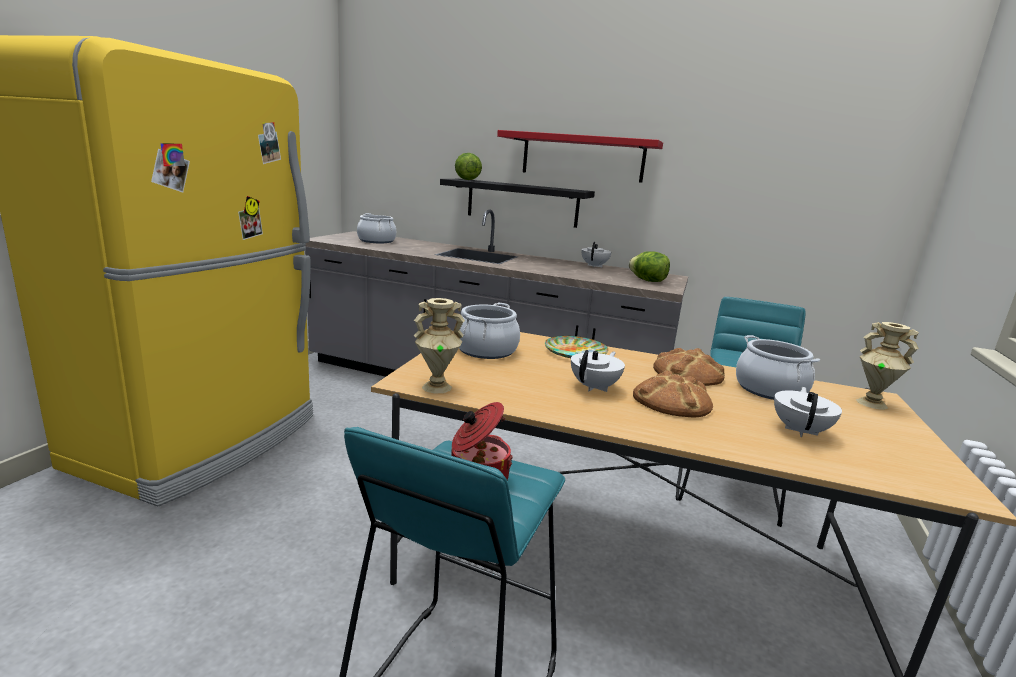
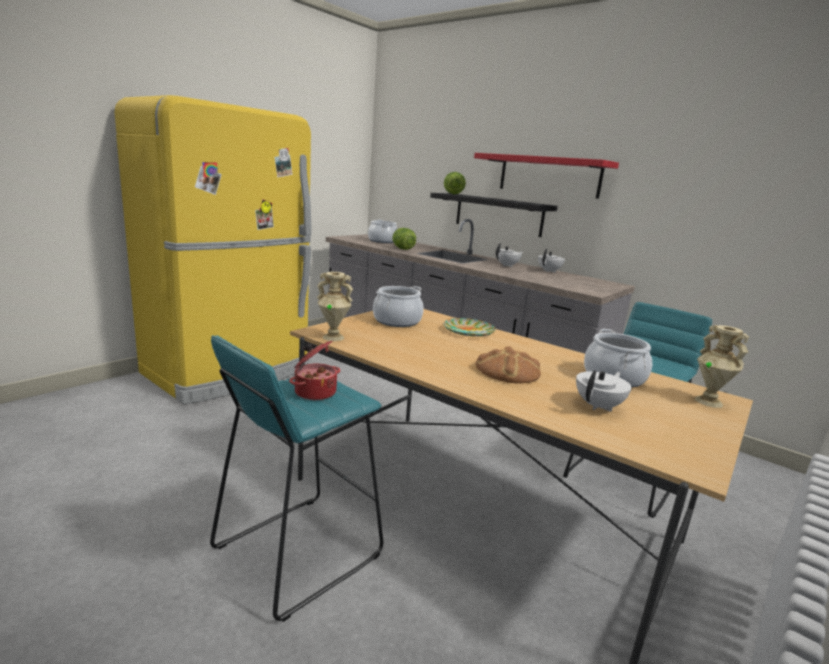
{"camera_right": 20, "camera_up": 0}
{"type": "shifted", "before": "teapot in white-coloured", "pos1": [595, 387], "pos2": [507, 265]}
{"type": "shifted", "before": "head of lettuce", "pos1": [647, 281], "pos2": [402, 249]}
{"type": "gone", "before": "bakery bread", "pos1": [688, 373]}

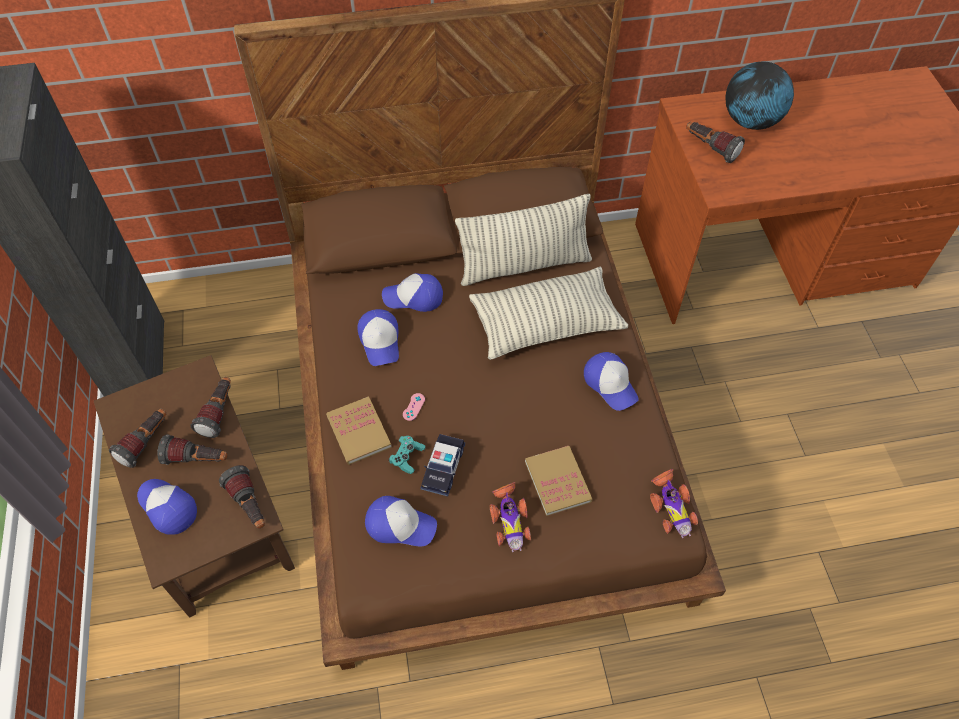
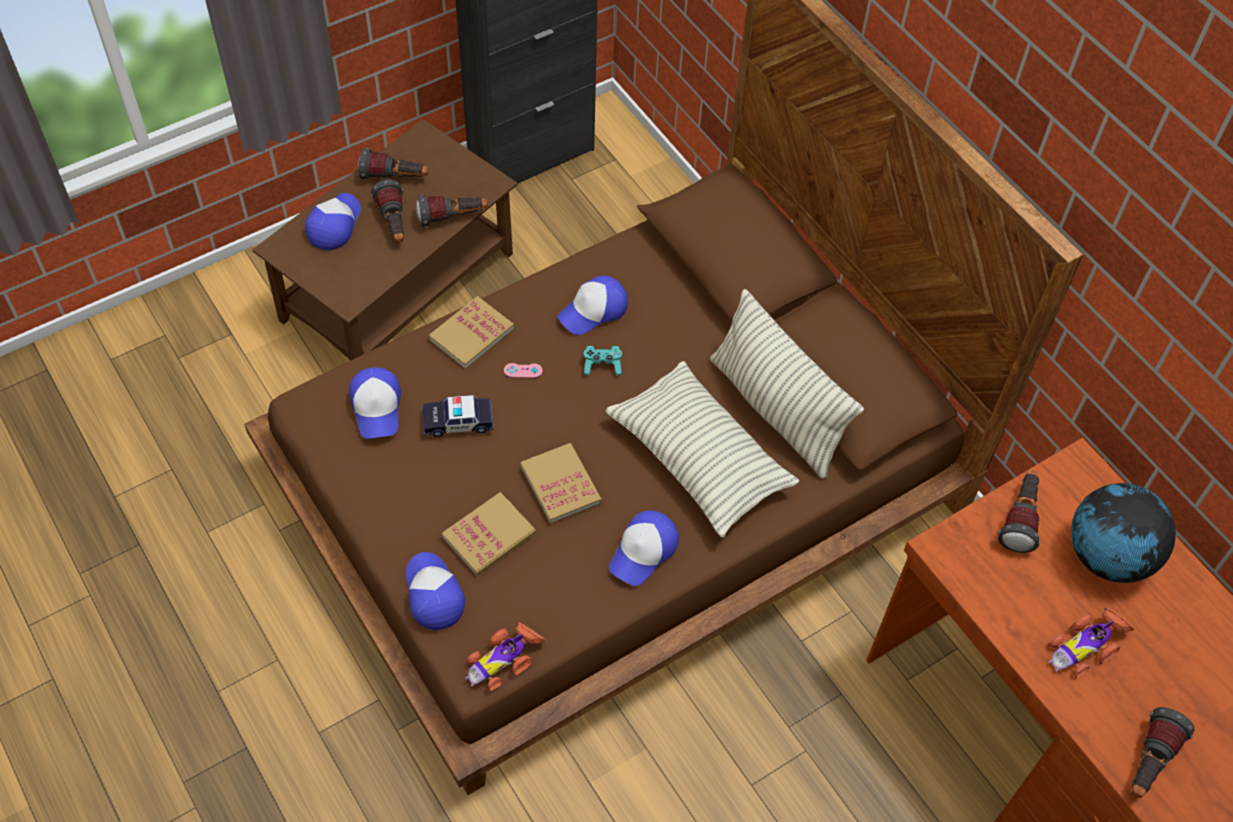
{"camera_right": 65, "camera_up": 0}
{"type": "shifted", "before": "hand torch", "pos1": [249, 505], "pos2": [1148, 763]}
{"type": "shifted", "before": "baseball cap", "pos1": [413, 297], "pos2": [433, 594]}
{"type": "shifted", "before": "joypad in turquoise", "pos1": [407, 457], "pos2": [602, 365]}
{"type": "shifted", "before": "model car", "pos1": [509, 519], "pos2": [1085, 646]}
{"type": "new", "after": "book", "pos2": [560, 485]}

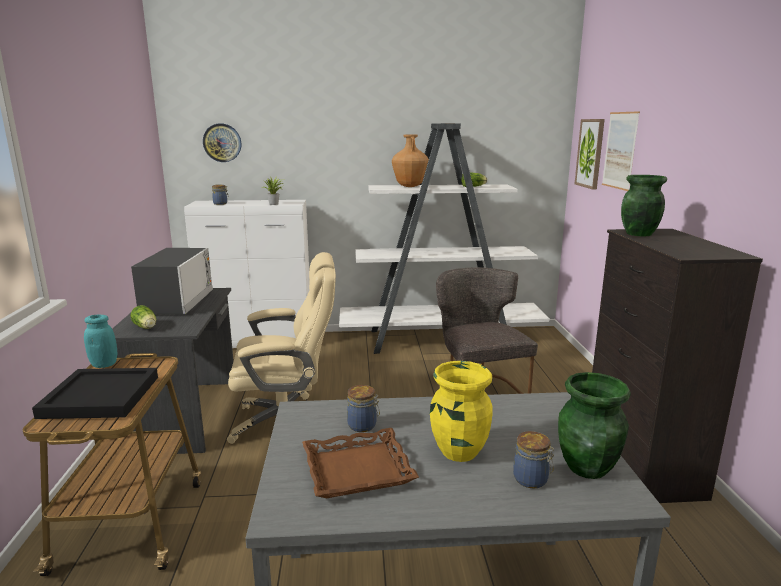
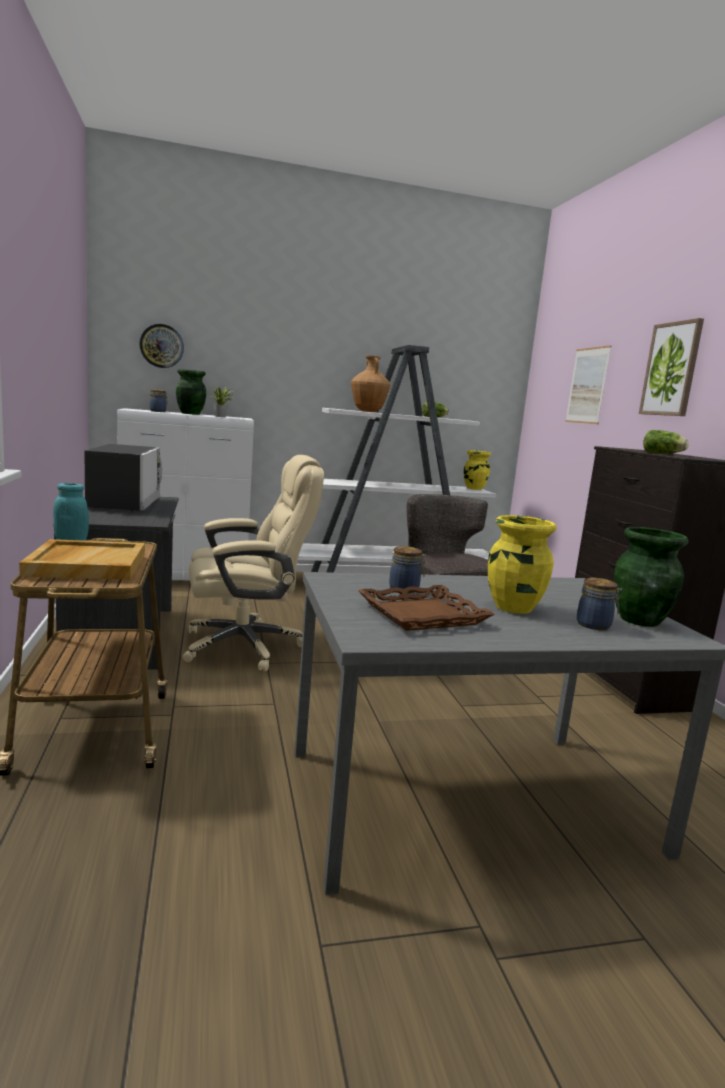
{"camera_right": -10, "camera_up": -5}
{"type": "repainted", "before": "serving tray in black-coloured", "after": "serving tray in beige-coloured", "pos1": [100, 396], "pos2": [87, 564]}
{"type": "shifted", "before": "head of lettuce", "pos1": [146, 327], "pos2": [663, 453]}
{"type": "shifted", "before": "wall picture", "pos1": [590, 153], "pos2": [671, 369]}
{"type": "shifted", "before": "vase in green-coloured", "pos1": [639, 234], "pos2": [190, 413]}
{"type": "new", "after": "vase in yellow-coloured", "pos2": [474, 488]}

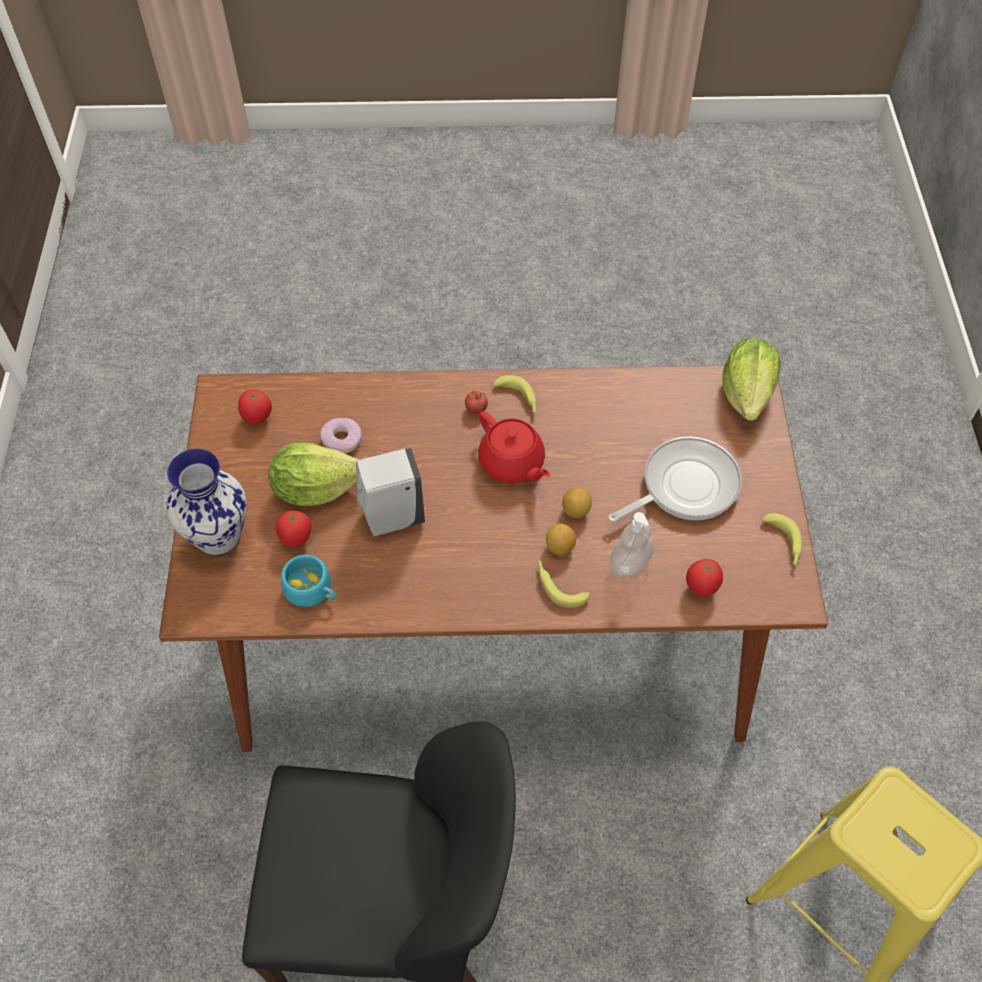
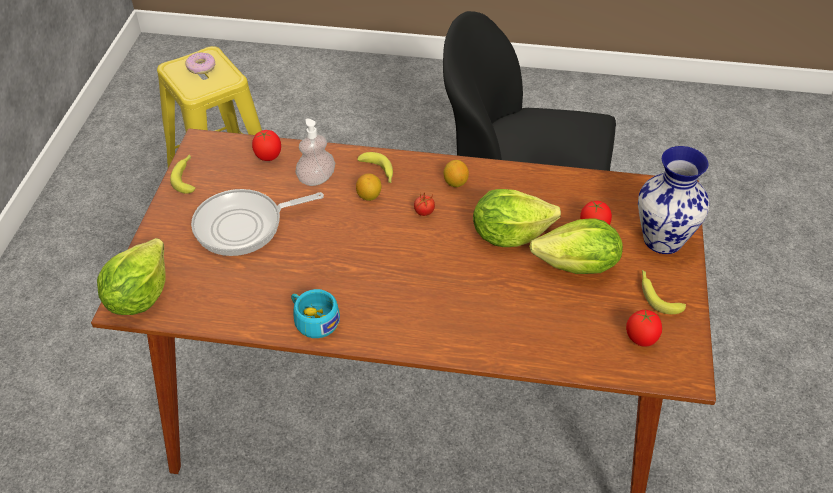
{"camera_right": -170, "camera_up": -10}
{"type": "shifted", "before": "drinking cup in turquoise", "pos1": [313, 591], "pos2": [313, 320]}
{"type": "shifted", "before": "doughnut", "pos1": [342, 439], "pos2": [201, 67]}
{"type": "swapped", "before": "liquid soap bottle in white-coloured", "after": "head of lettuce", "pos1": [390, 518], "pos2": [509, 235]}
{"type": "shifted", "before": "whole tomato", "pos1": [476, 409], "pos2": [424, 212]}
{"type": "gone", "before": "teapot in reddish", "pos1": [512, 463]}
{"type": "shifted", "before": "whole banana", "pos1": [519, 399], "pos2": [657, 295]}
{"type": "shifted", "before": "whole lemon", "pos1": [576, 510], "pos2": [455, 183]}

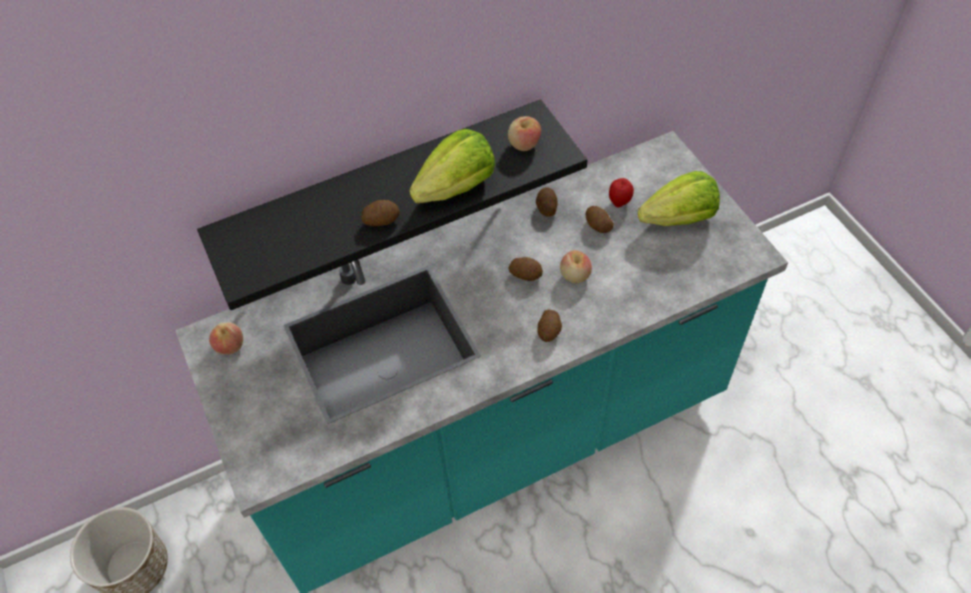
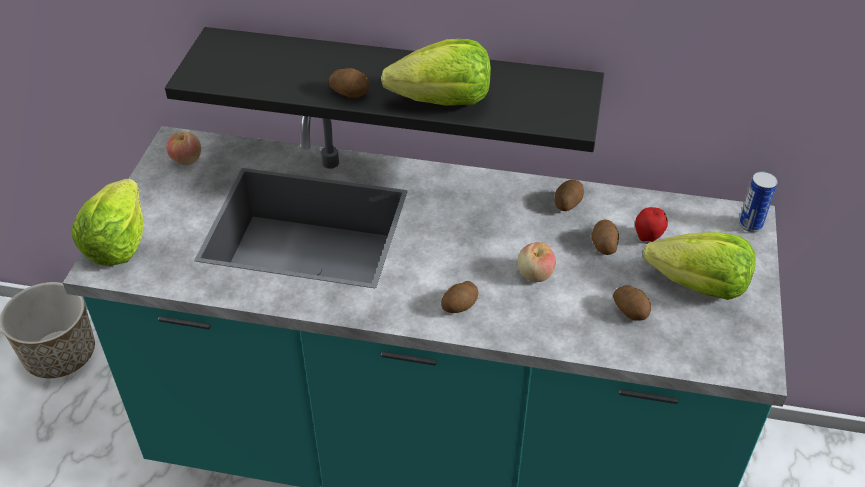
{"camera_right": 35, "camera_up": -10}
{"type": "gone", "before": "whole apple", "pos1": [524, 144]}
{"type": "shifted", "before": "whole potato", "pos1": [526, 274], "pos2": [631, 310]}
{"type": "new", "after": "head of lettuce", "pos2": [118, 243]}
{"type": "new", "after": "metal can", "pos2": [750, 225]}

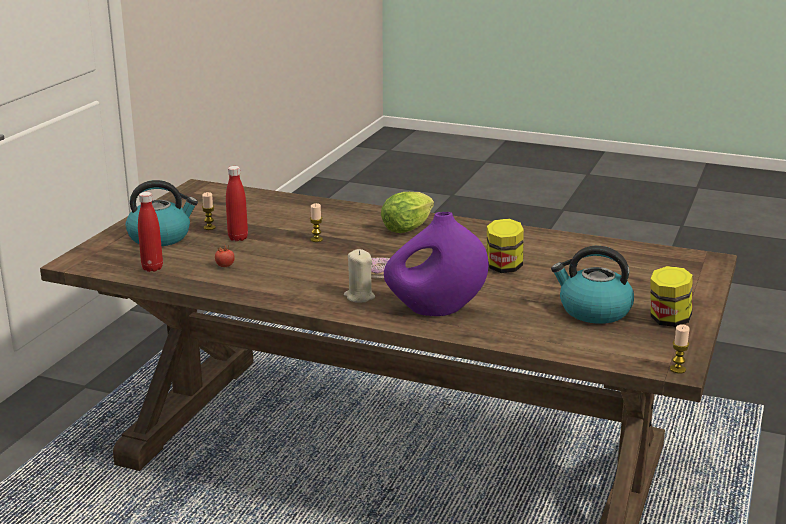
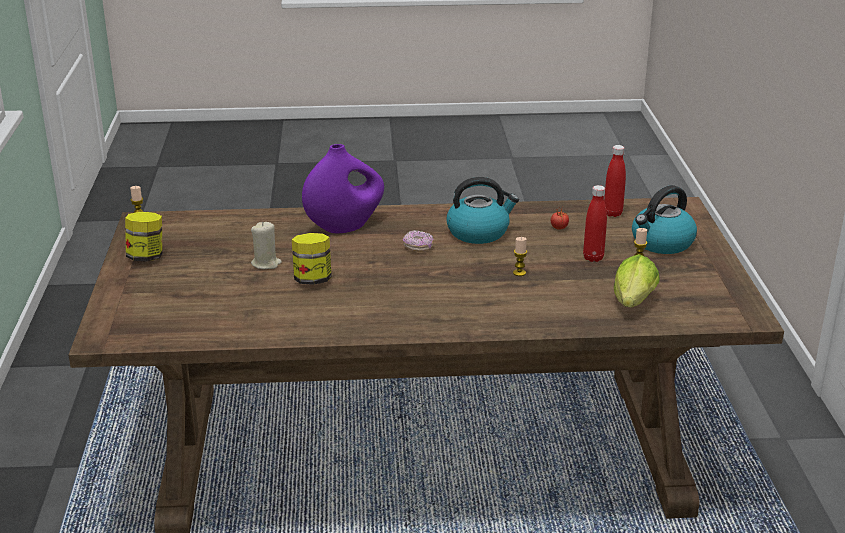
{"camera_right": 155, "camera_up": 5}
{"type": "shifted", "before": "wax light in beige-coloured", "pos1": [359, 296], "pos2": [266, 264]}
{"type": "shifted", "before": "head of lettuce", "pos1": [409, 228], "pos2": [632, 304]}
{"type": "shifted", "before": "kettle", "pos1": [593, 311], "pos2": [479, 232]}

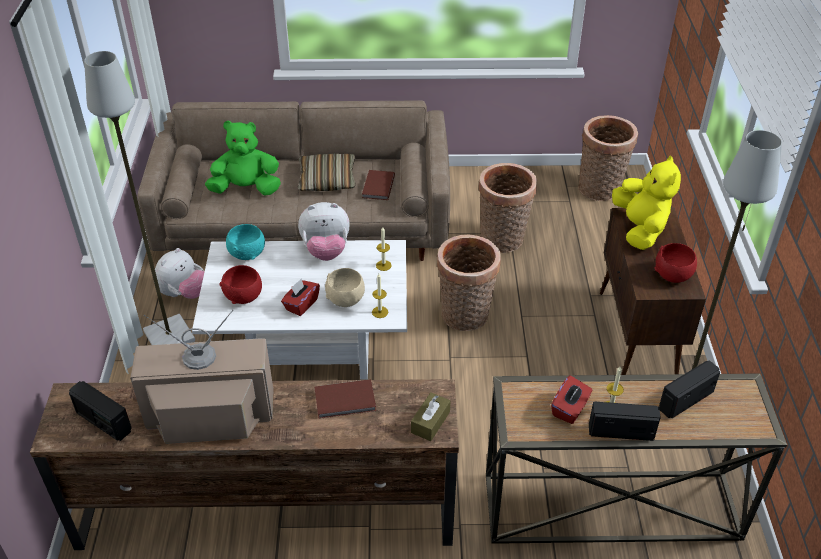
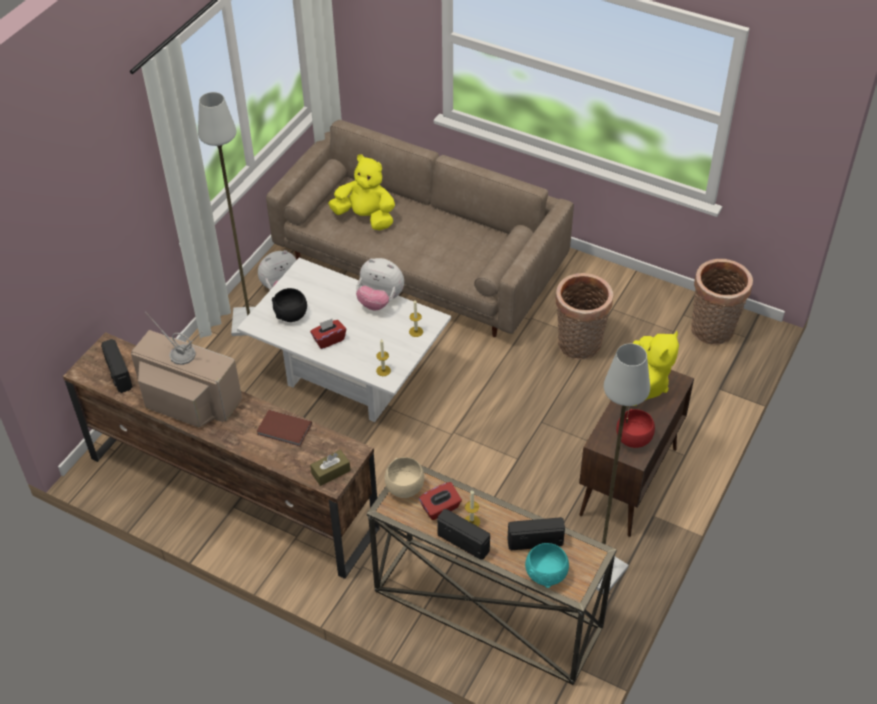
{"camera_right": 30, "camera_up": 5}
{"type": "repainted", "before": "soft toy in green-coloured", "after": "soft toy in yellow-coloured", "pos1": [246, 189], "pos2": [366, 217]}
{"type": "repainted", "before": "deep dish in reddish", "after": "deep dish in black-coloured", "pos1": [244, 297], "pos2": [291, 315]}
{"type": "shifted", "before": "deep dish in turquoise", "pos1": [247, 254], "pos2": [547, 574]}
{"type": "gone", "before": "pillow", "pos1": [327, 180]}
{"type": "shifted", "before": "deep dish in beige-coloured", "pos1": [346, 300], "pos2": [405, 488]}
{"type": "gone", "before": "book in brown-coloured", "pos1": [377, 187]}
{"type": "gone", "before": "storage basket", "pos1": [465, 317]}

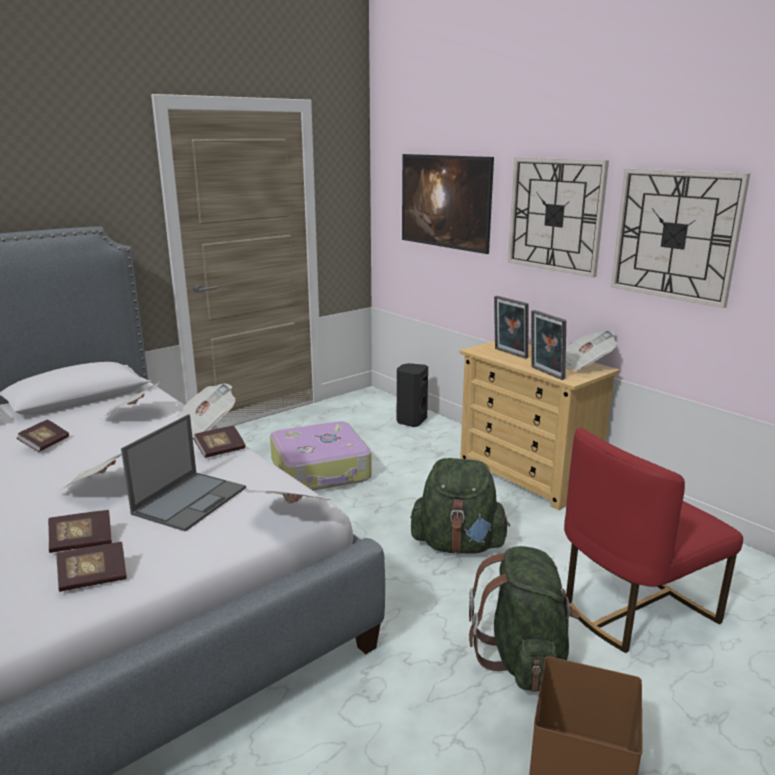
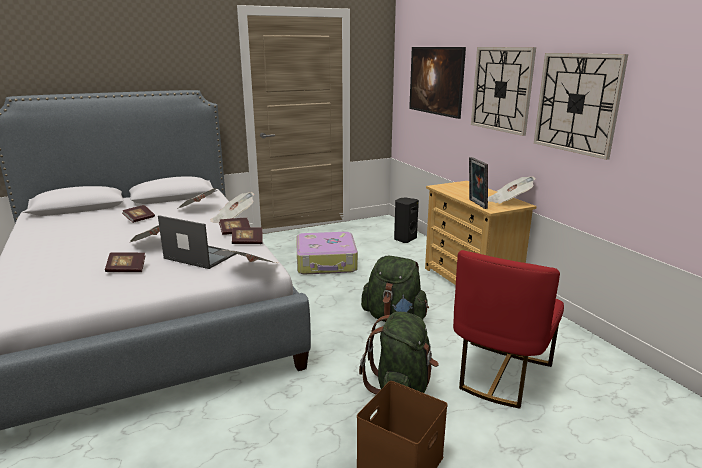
{"camera_right": 15, "camera_up": 0}
{"type": "shifted", "before": "book", "pos1": [93, 578], "pos2": [247, 242]}
{"type": "rotated", "before": "portable computer", "pos1": [190, 500], "pos2": [200, 256], "turn": -105}
{"type": "gone", "before": "standing frame", "pos1": [509, 353]}
{"type": "rotated", "before": "upright chair in reddish", "pos1": [633, 608], "pos2": [499, 374], "turn": -45}

